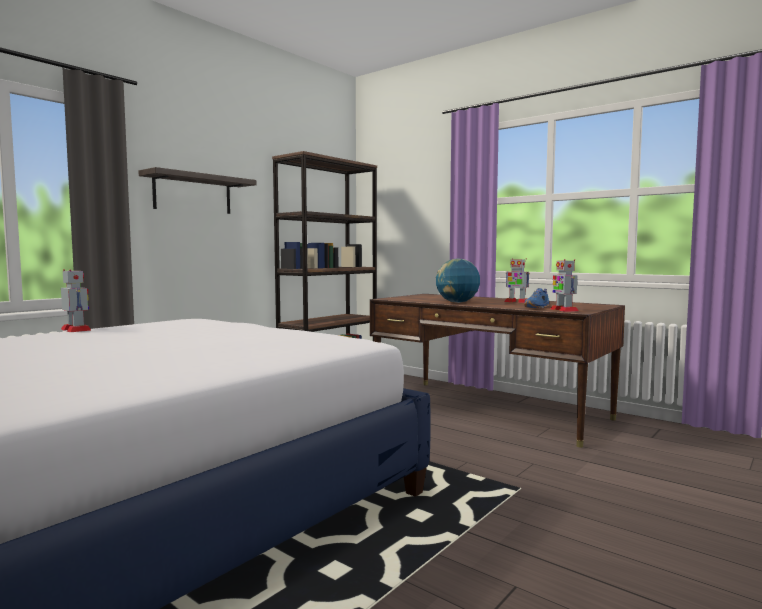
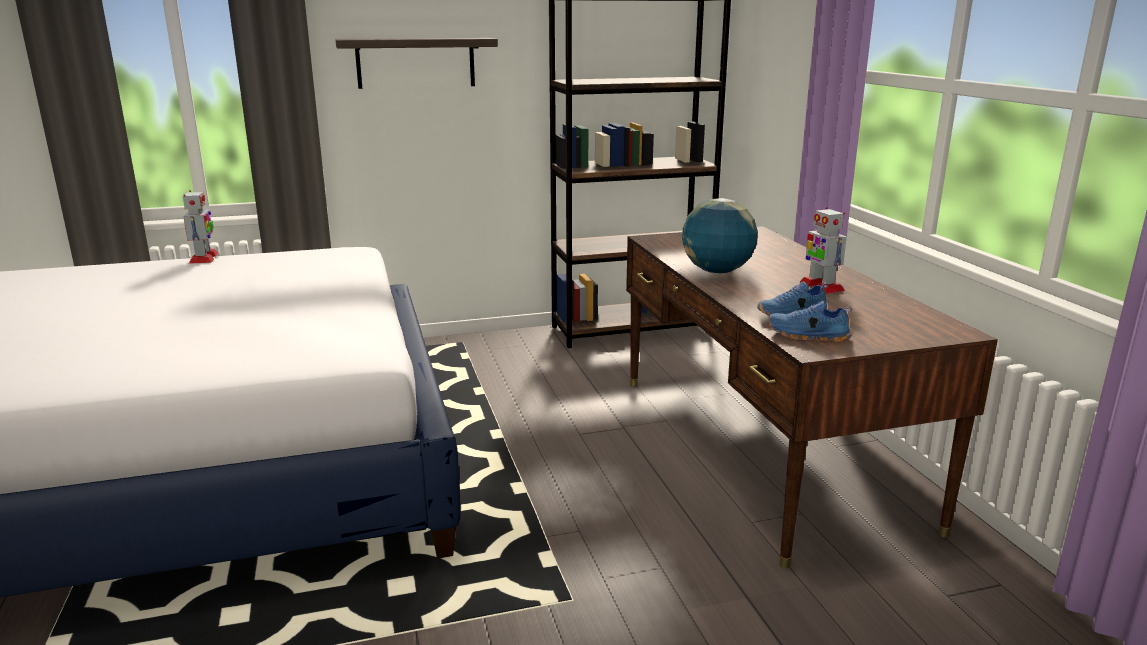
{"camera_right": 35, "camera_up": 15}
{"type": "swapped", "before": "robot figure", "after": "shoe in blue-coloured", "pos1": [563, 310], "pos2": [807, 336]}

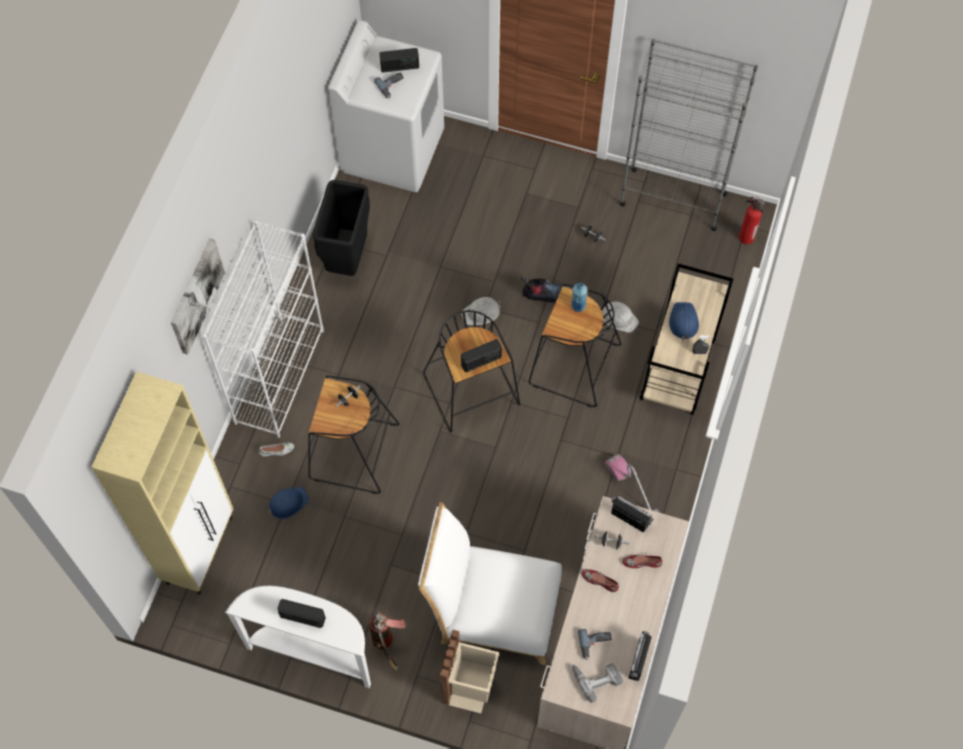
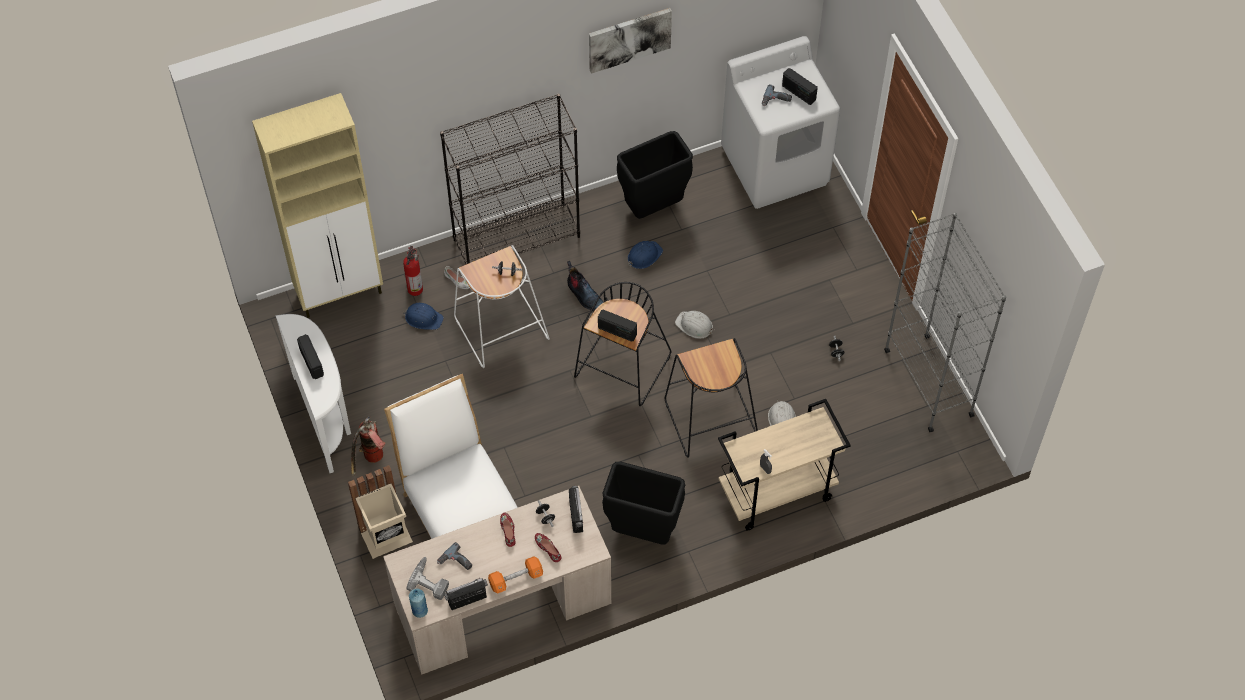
{"camera_right": 50, "camera_up": -5}
{"type": "shifted", "before": "wall picture", "pos1": [196, 296], "pos2": [629, 39]}
{"type": "repainted", "before": "shelving unit in white-coloured", "after": "shelving unit in black-coloured", "pos1": [279, 376], "pos2": [517, 237]}
{"type": "repainted", "before": "stool in black-coloured", "after": "stool in white-coloured", "pos1": [352, 452], "pos2": [500, 328]}
{"type": "shifted", "before": "tall boot", "pos1": [545, 294], "pos2": [584, 295]}
{"type": "shifted", "before": "beverage bottle in blue-coloured", "pos1": [578, 306], "pos2": [419, 610]}
{"type": "swapped", "before": "vacuum", "after": "waste bin in black-coloured", "pos1": [632, 489], "pos2": [642, 532]}
{"type": "shifted", "before": "work helmet in blue-coloured", "pos1": [683, 321], "pos2": [644, 255]}
{"type": "shifted", "before": "extinguisher", "pos1": [745, 237], "pos2": [415, 288]}
{"type": "new", "after": "hand weight in orangey", "pos2": [516, 579]}

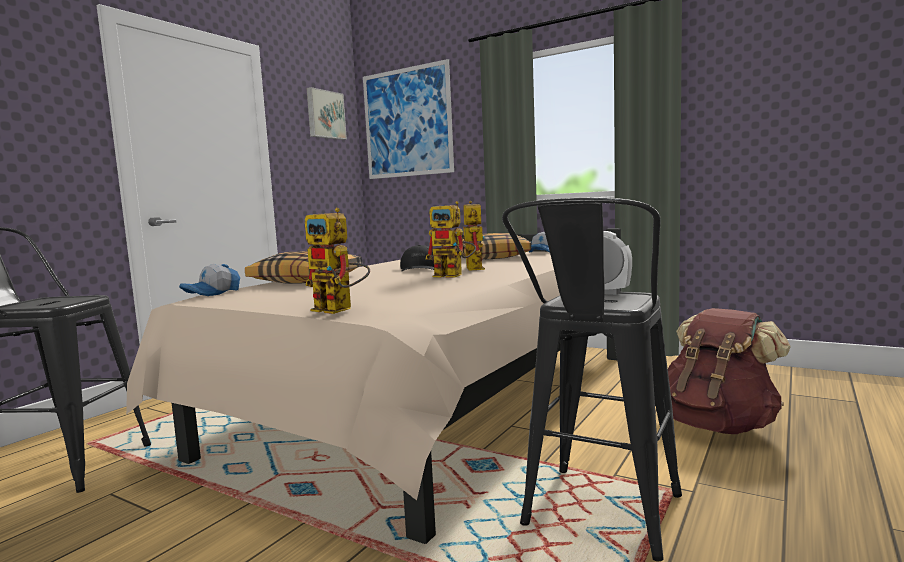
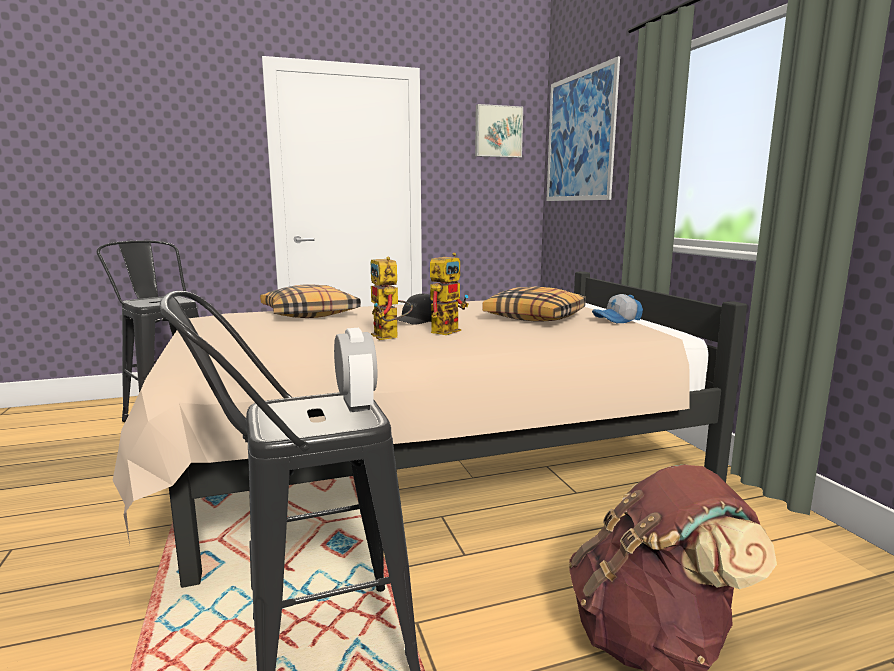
{"camera_right": 40, "camera_up": 5}
{"type": "gone", "before": "baseball cap", "pos1": [212, 293]}
{"type": "gone", "before": "robot figure", "pos1": [340, 310]}

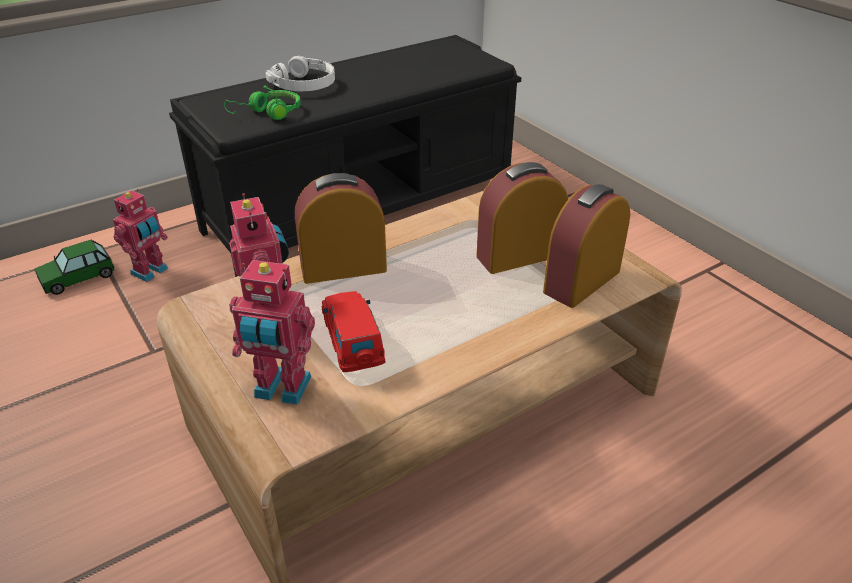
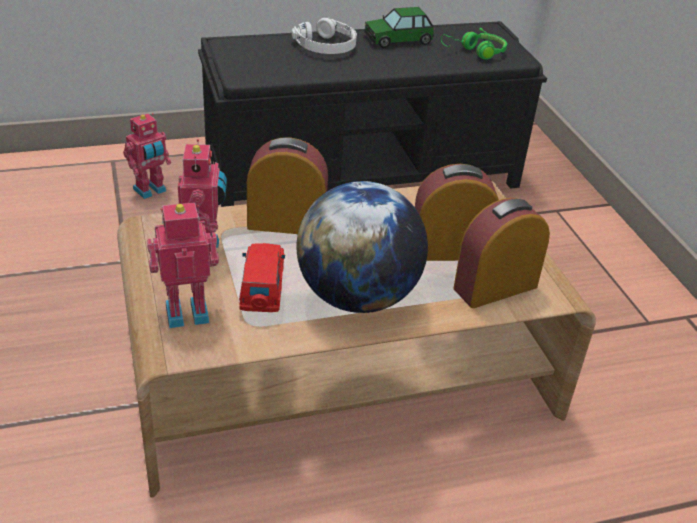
{"camera_right": 15, "camera_up": 0}
{"type": "shifted", "before": "model car", "pos1": [77, 277], "pos2": [398, 39]}
{"type": "shifted", "before": "pair of headphones in green-coloured", "pos1": [268, 113], "pos2": [476, 52]}
{"type": "rotated", "before": "robot figure", "pos1": [281, 389], "pos2": [186, 311], "turn": 135}
{"type": "new", "after": "world globe", "pos2": [357, 297]}

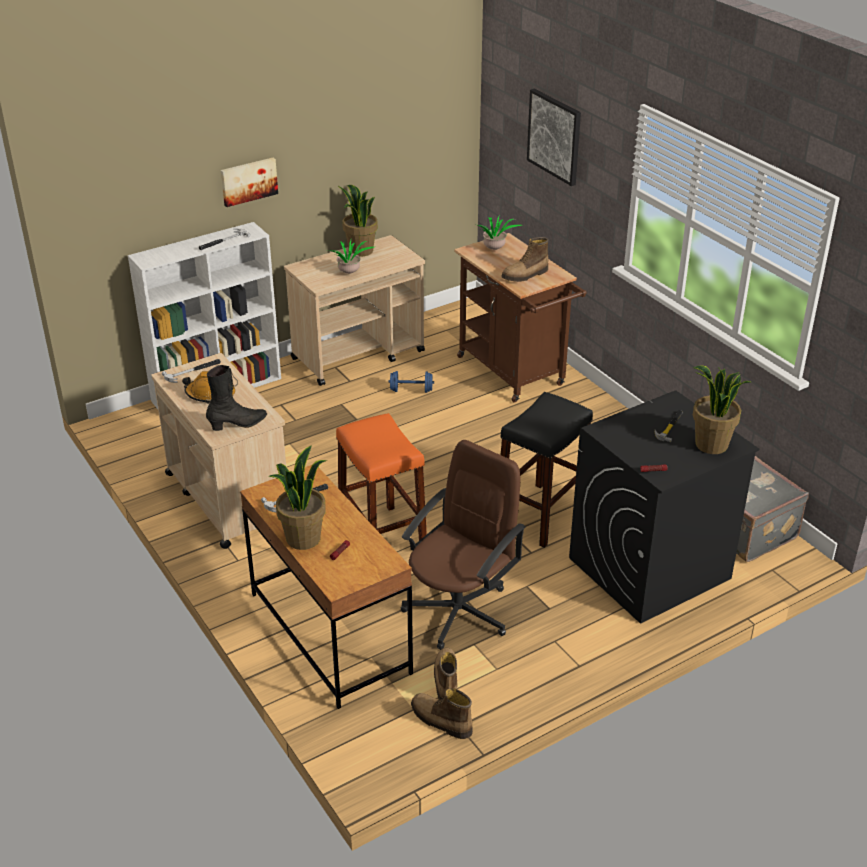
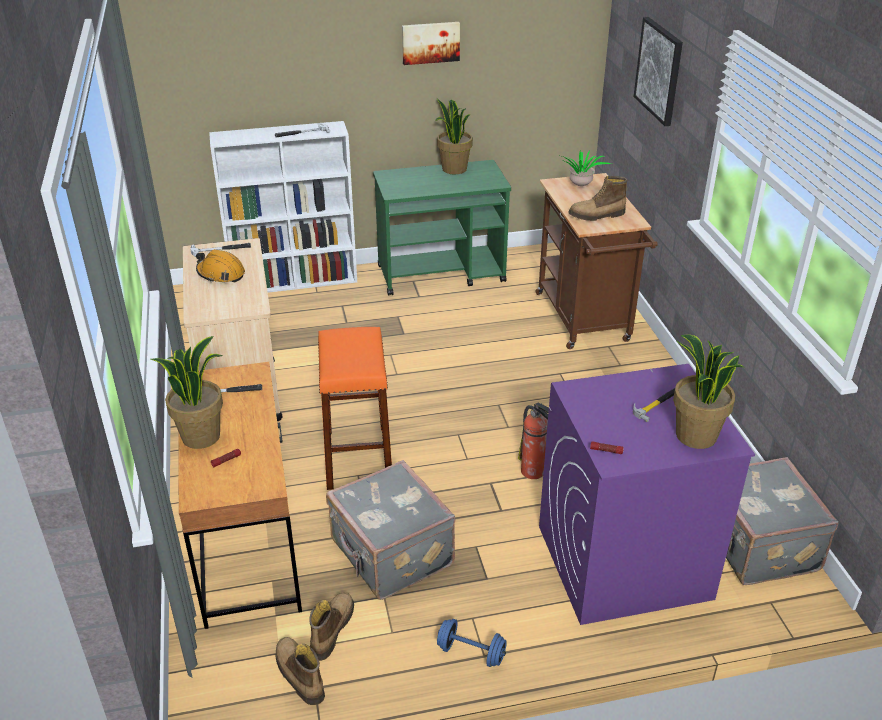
{"camera_right": 20, "camera_up": 0}
{"type": "gone", "before": "tall boot in black-coloured", "pos1": [238, 424]}
{"type": "shifted", "before": "wall picture", "pos1": [248, 181], "pos2": [430, 42]}
{"type": "repainted", "before": "trolley in beige-coloured", "after": "trolley in green-coloured", "pos1": [359, 355], "pos2": [442, 274]}
{"type": "gone", "before": "plant in a pot", "pos1": [349, 273]}
{"type": "shifted", "before": "hand weight in blue-coloured", "pos1": [411, 390], "pos2": [471, 653]}
{"type": "swapped", "before": "computer chair in brown-coloured", "after": "piece of luggage in greyish", "pos1": [459, 610], "pos2": [390, 555]}
{"type": "swapped", "before": "stool in black-coloured", "after": "extinguisher", "pos1": [541, 515], "pos2": [533, 472]}
{"type": "repainted", "before": "laundry appliance in black-coloured", "after": "laundry appliance in purple-coloured", "pos1": [648, 568], "pos2": [622, 562]}

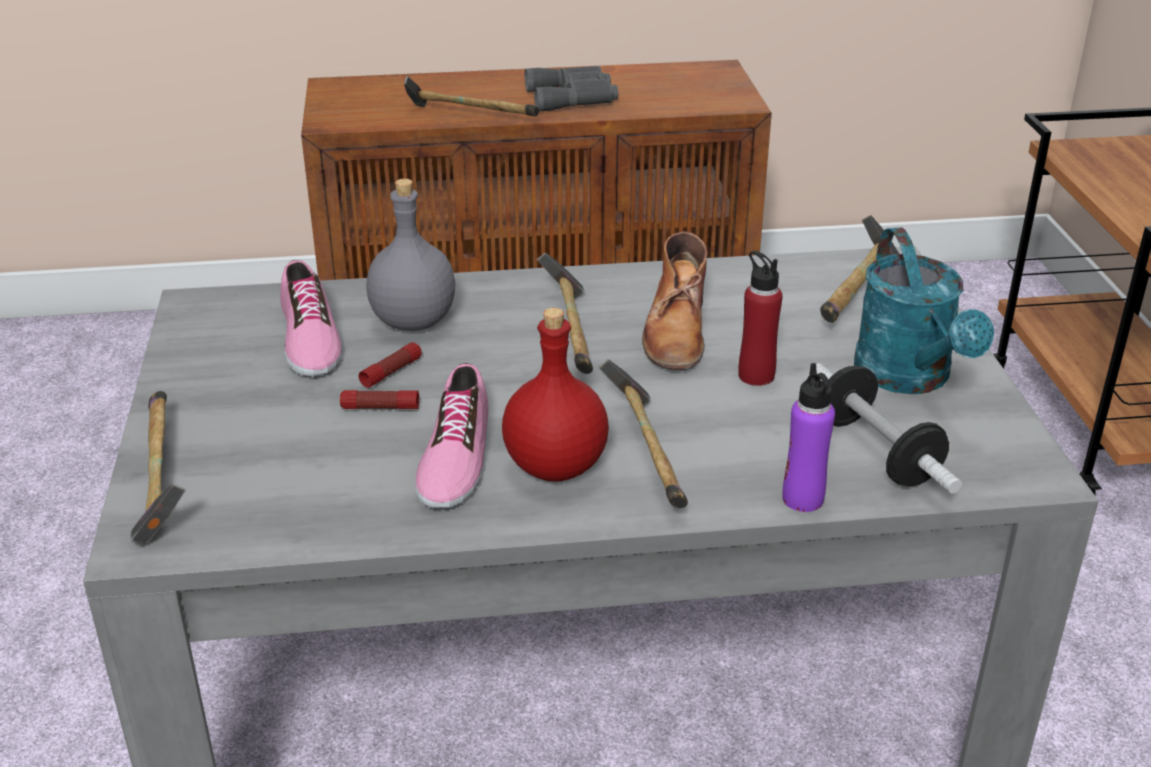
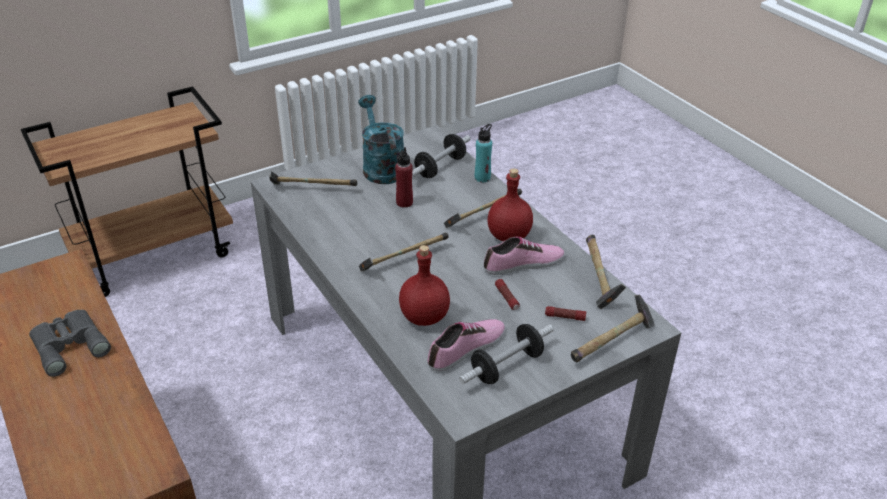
{"camera_right": -115, "camera_up": 5}
{"type": "shifted", "before": "hand torch", "pos1": [391, 372], "pos2": [565, 317]}
{"type": "repainted", "before": "beverage bottle in greyish", "after": "beverage bottle in reddish", "pos1": [415, 321], "pos2": [424, 316]}
{"type": "shifted", "before": "tool hammer", "pos1": [468, 117], "pos2": [598, 279]}
{"type": "gone", "before": "tall boot in brown-coloured", "pos1": [676, 332]}
{"type": "repainted", "before": "beverage bottle in purple-coloured", "after": "beverage bottle in turquoise", "pos1": [803, 499], "pos2": [482, 178]}
{"type": "rotated", "before": "sprinkling can in turquoise", "pos1": [910, 378], "pos2": [381, 167], "turn": -75}
{"type": "new", "after": "hand weight", "pos2": [506, 366]}

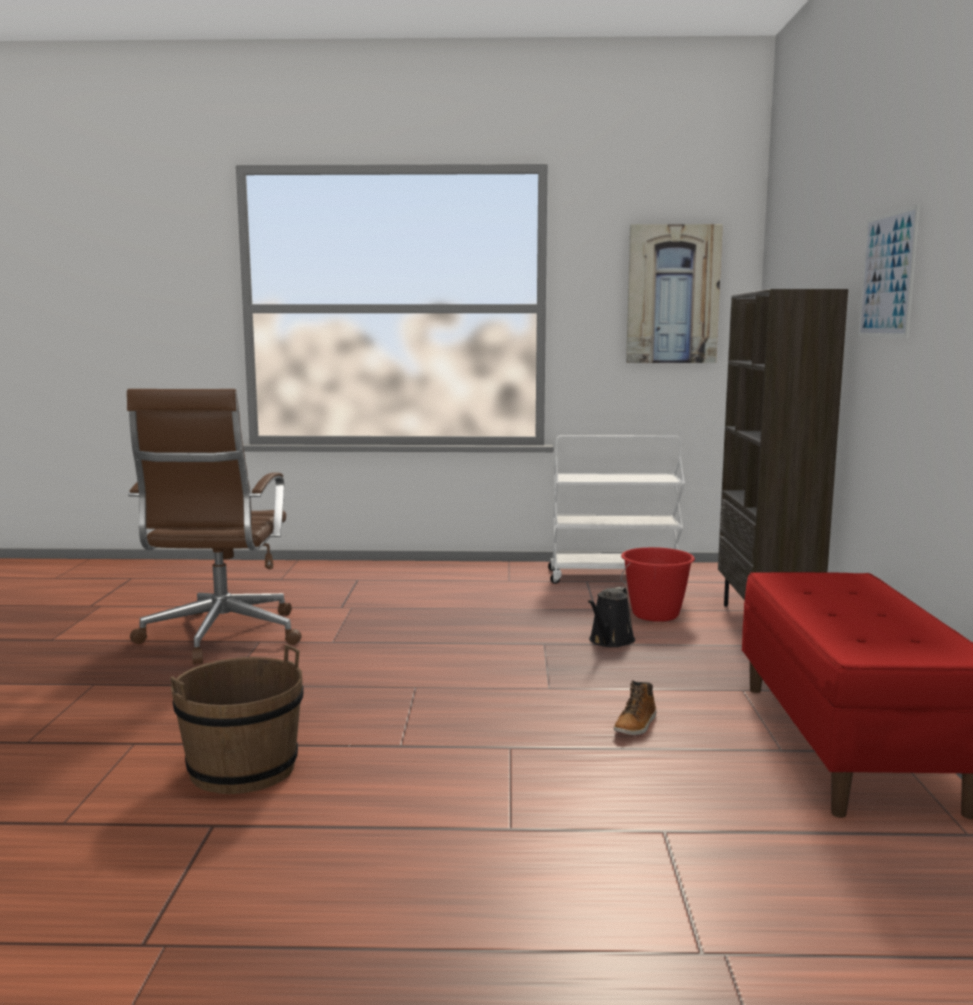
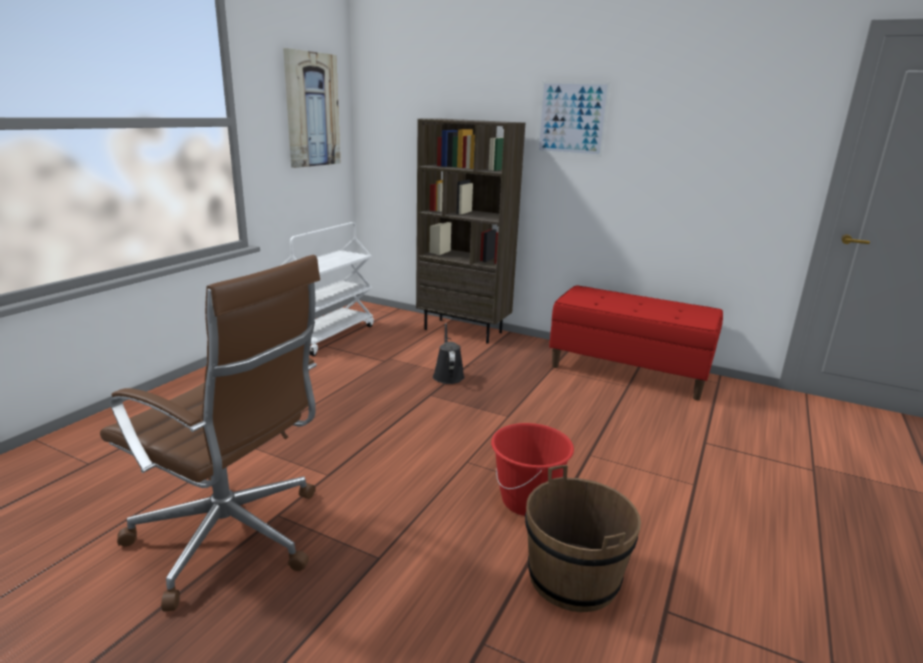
{"camera_right": -65, "camera_up": 10}
{"type": "rotated", "before": "sprinkling can in black-coloured", "pos1": [610, 641], "pos2": [448, 375], "turn": -150}
{"type": "gone", "before": "tall boot", "pos1": [636, 725]}
{"type": "shifted", "before": "water bucket in reddish", "pos1": [655, 615], "pos2": [527, 501]}

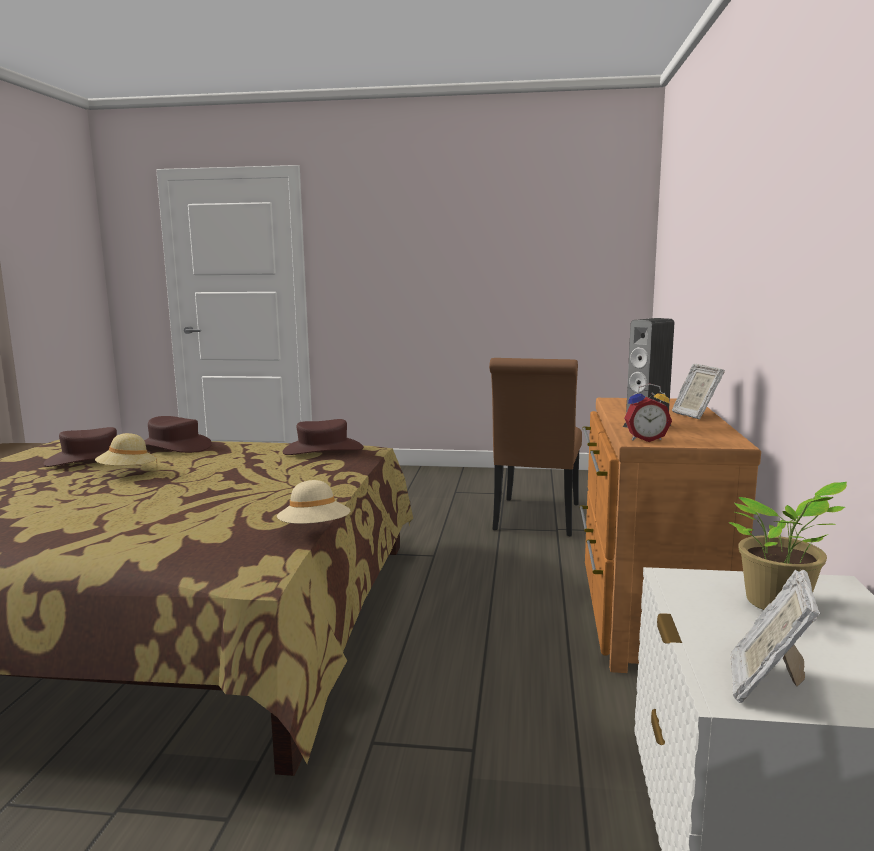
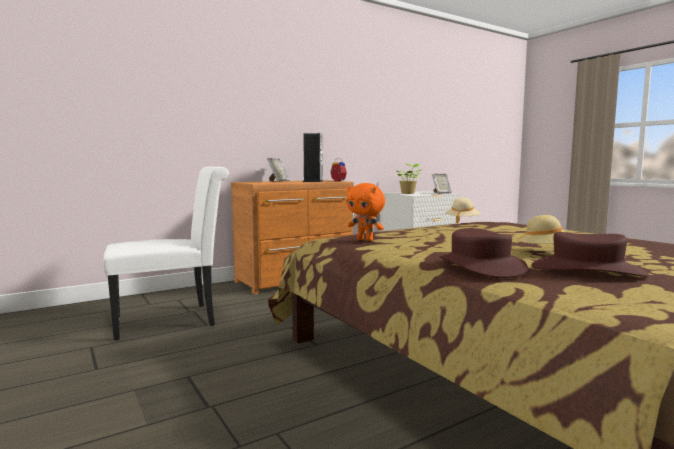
{"camera_right": -130, "camera_up": -5}
{"type": "swapped", "before": "wearable hat in brown-coloured", "after": "soft toy in orangey", "pos1": [323, 450], "pos2": [365, 240]}
{"type": "repainted", "before": "upright chair in brown-coloured", "after": "upright chair in white-coloured", "pos1": [536, 519], "pos2": [172, 320]}

